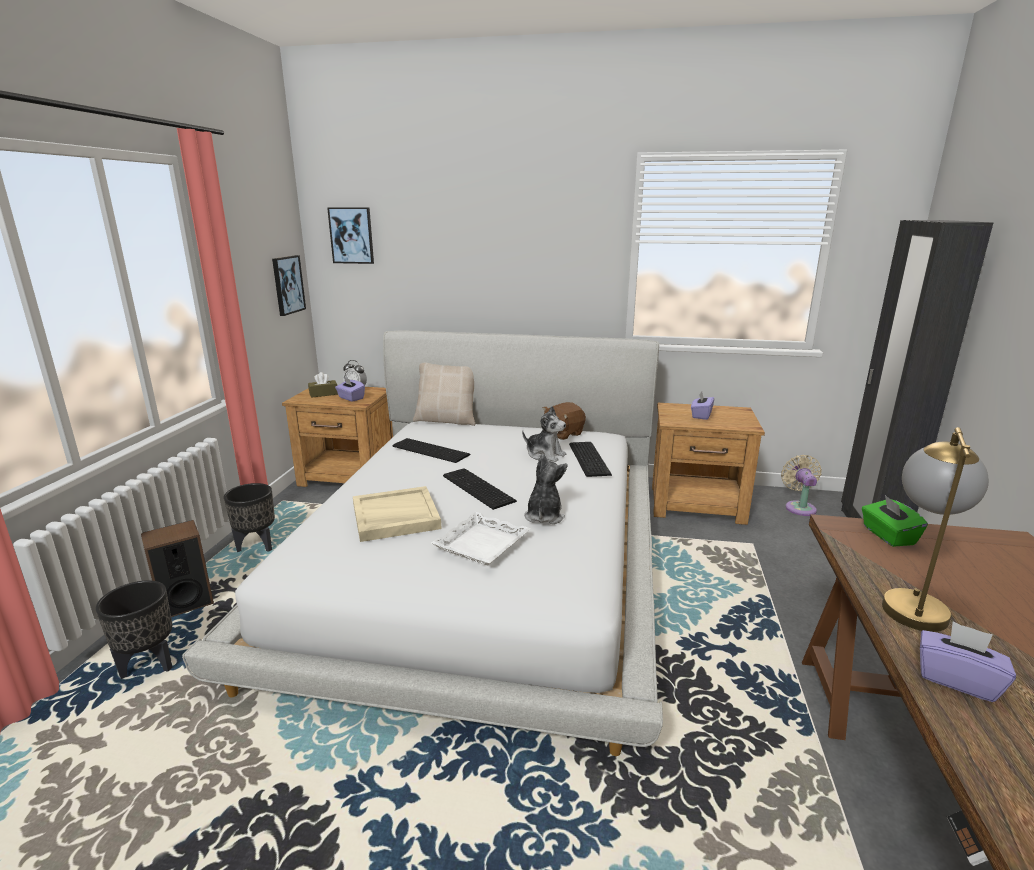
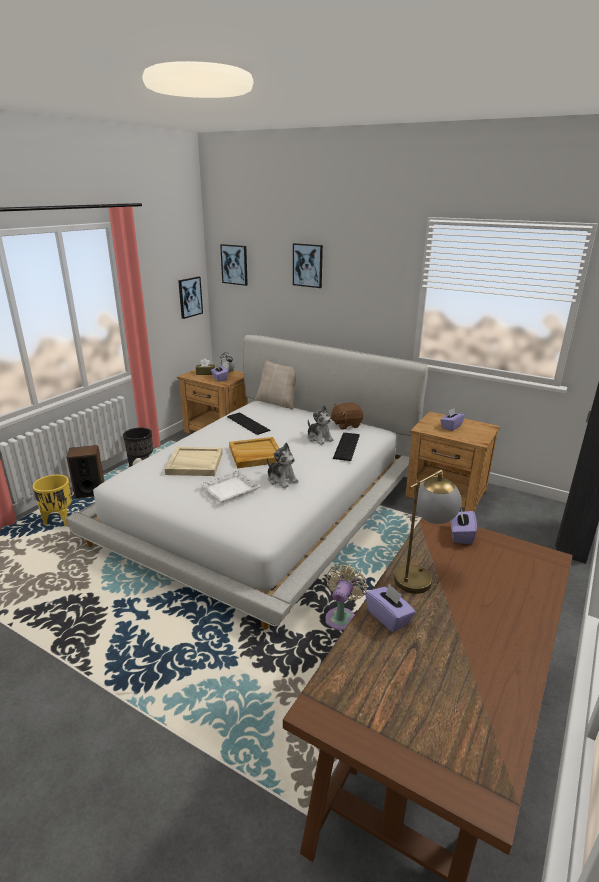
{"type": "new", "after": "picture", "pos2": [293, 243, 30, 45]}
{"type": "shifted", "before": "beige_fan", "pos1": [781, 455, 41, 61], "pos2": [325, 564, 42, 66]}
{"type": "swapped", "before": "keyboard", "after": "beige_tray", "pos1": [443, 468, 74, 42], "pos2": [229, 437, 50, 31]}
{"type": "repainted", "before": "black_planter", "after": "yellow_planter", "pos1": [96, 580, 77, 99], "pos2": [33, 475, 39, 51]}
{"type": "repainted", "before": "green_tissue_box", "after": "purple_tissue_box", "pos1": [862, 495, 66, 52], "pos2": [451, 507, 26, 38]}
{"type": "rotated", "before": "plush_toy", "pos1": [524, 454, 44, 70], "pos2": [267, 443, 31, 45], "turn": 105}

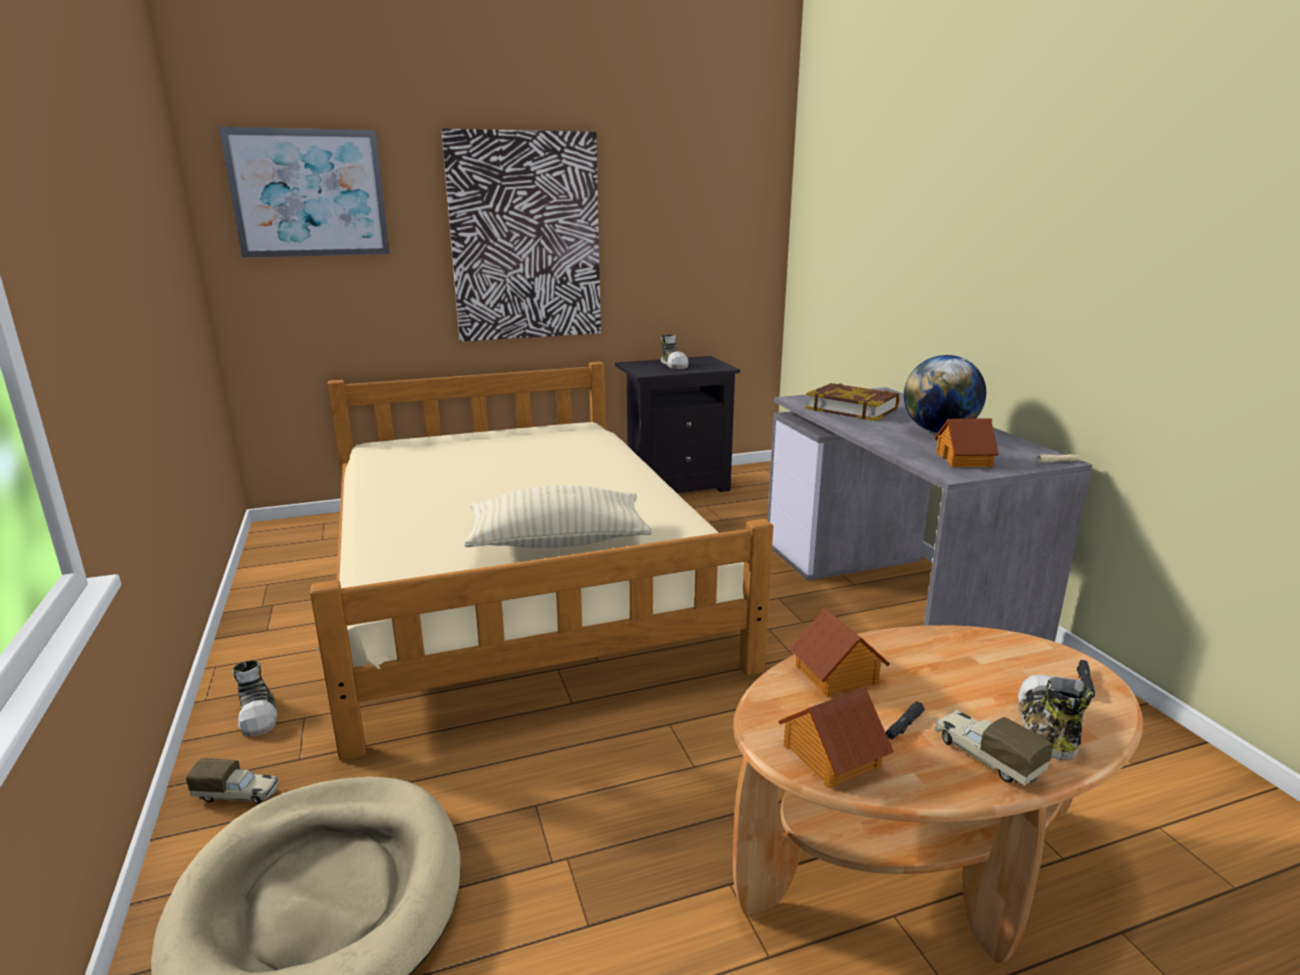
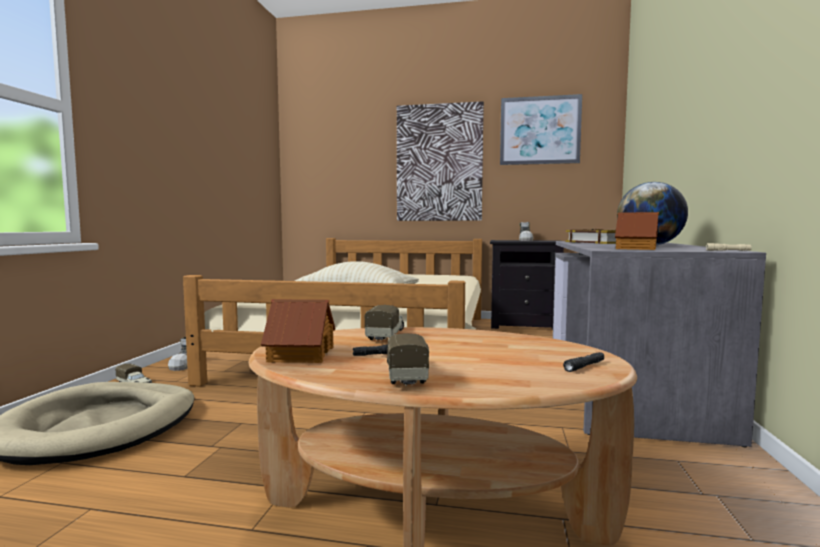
{"type": "gone", "before": "shoe", "pos1": [1018, 675, 75, 85]}
{"type": "shifted", "before": "picture", "pos1": [219, 127, 171, 131], "pos2": [500, 94, 82, 71]}
{"type": "swapped", "before": "toy_house", "after": "toy_truck", "pos1": [789, 607, 101, 90], "pos2": [364, 305, 40, 36]}

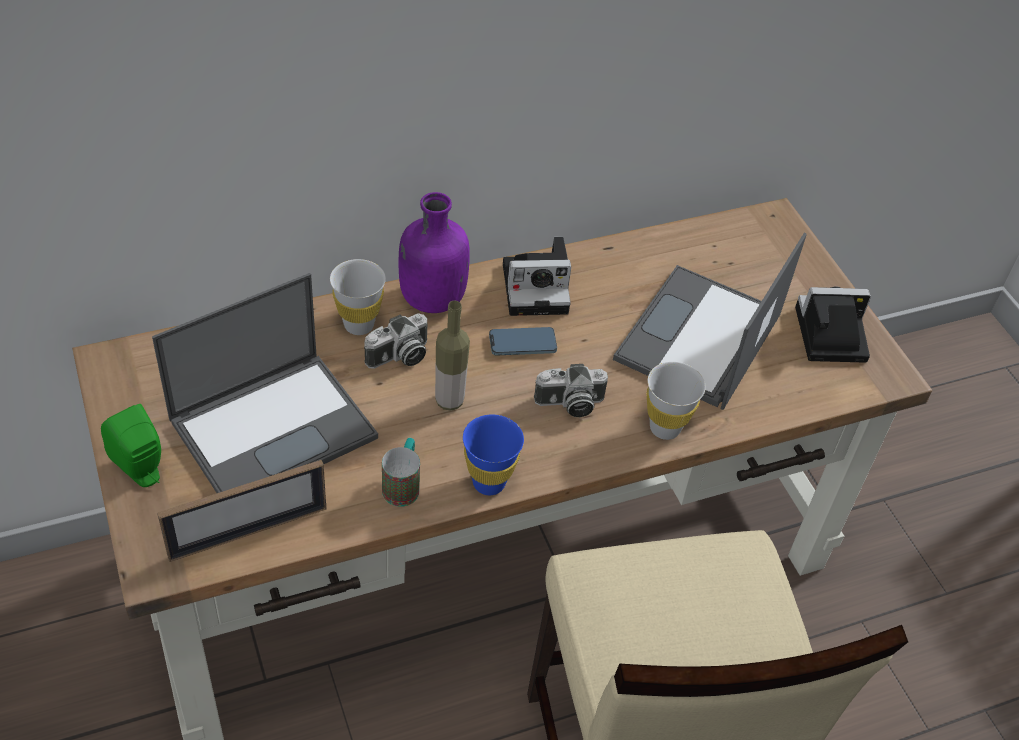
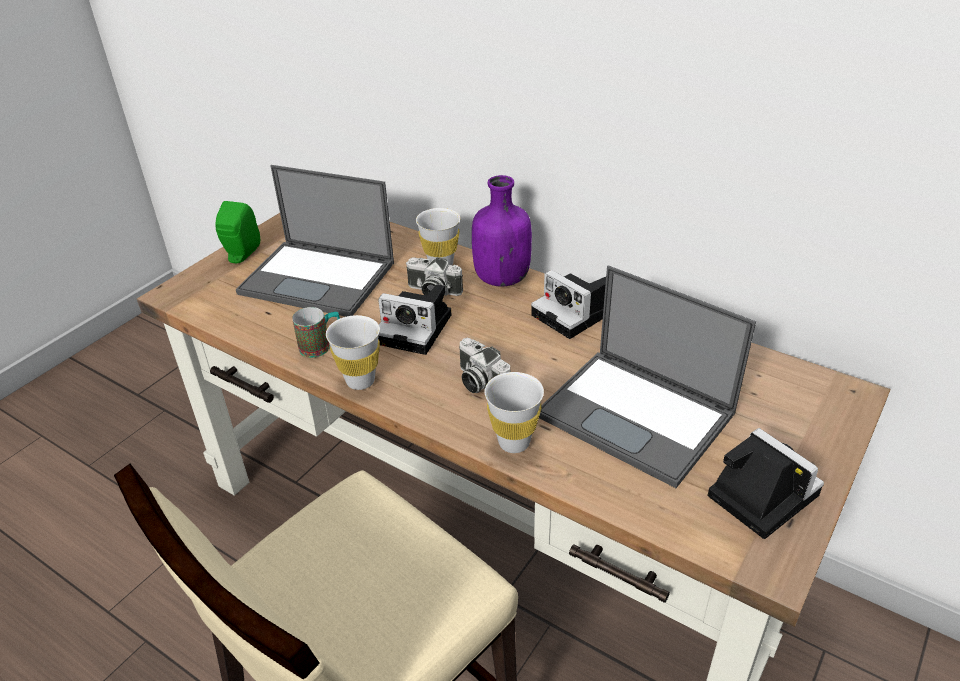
{"type": "gone", "before": "picture_frame", "pos1": [157, 460, 169, 102]}
{"type": "gone", "before": "phone", "pos1": [489, 327, 68, 29]}
{"type": "swapped", "before": "bottle", "after": "photo_camera", "pos1": [435, 300, 35, 111], "pos2": [378, 284, 74, 71]}
{"type": "repainted", "before": "blue_cup", "after": "white_cup", "pos1": [463, 415, 61, 80], "pos2": [326, 315, 54, 75]}
{"type": "rotated", "before": "laptop", "pos1": [613, 233, 194, 177], "pos2": [539, 265, 217, 223], "turn": -135}

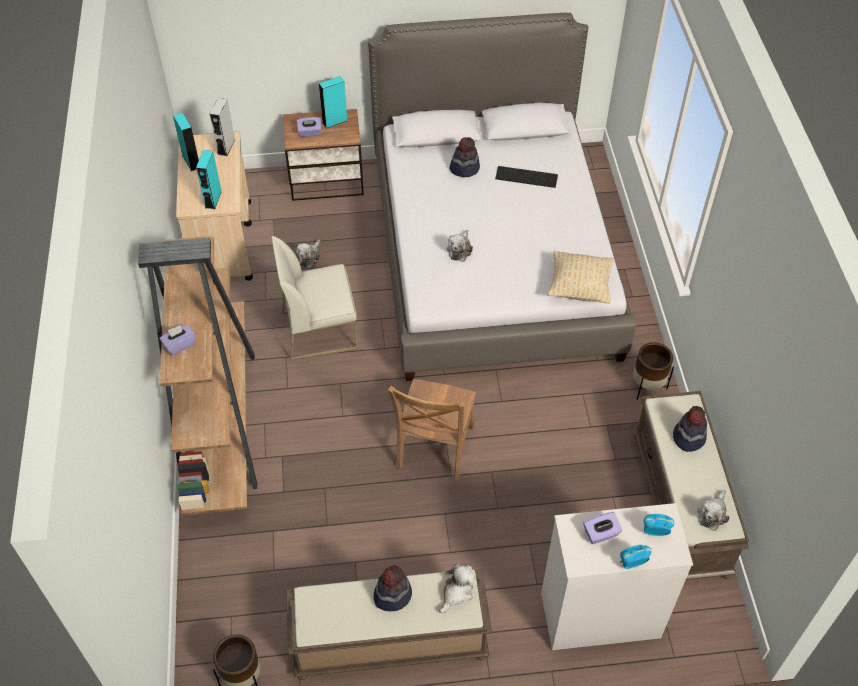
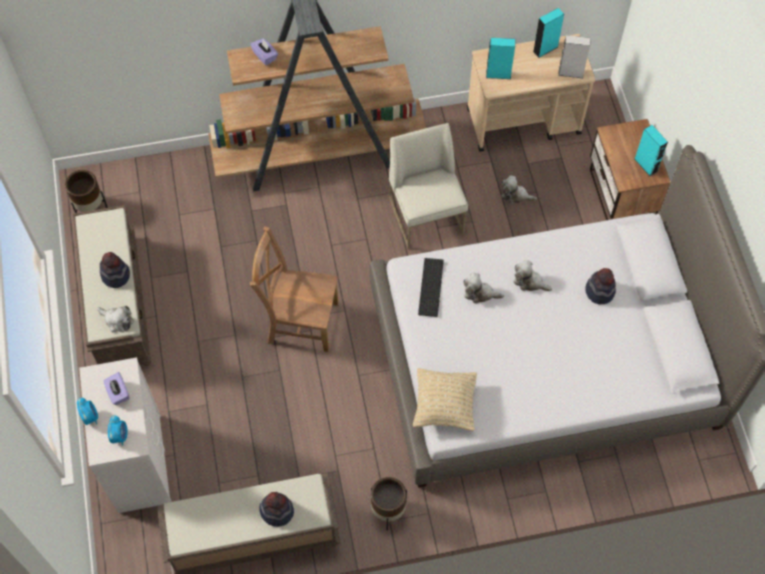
{"type": "gone", "before": "purple_tissue_box", "pos1": [297, 117, 25, 20]}
{"type": "shifted", "before": "keyboard", "pos1": [495, 166, 63, 22], "pos2": [418, 258, 26, 59]}
{"type": "shifted", "before": "plush_toy", "pos1": [697, 490, 33, 41], "pos2": [514, 260, 38, 31]}

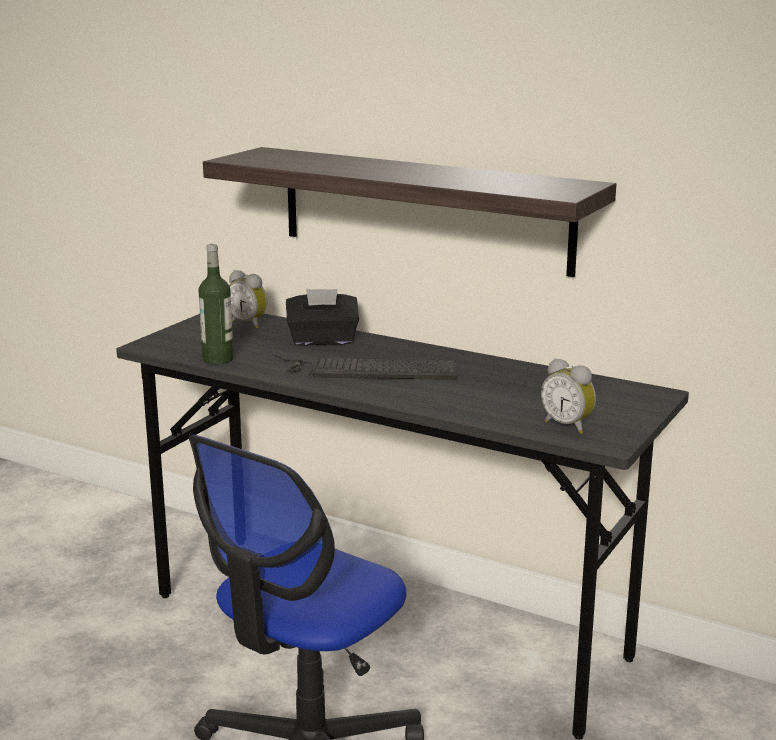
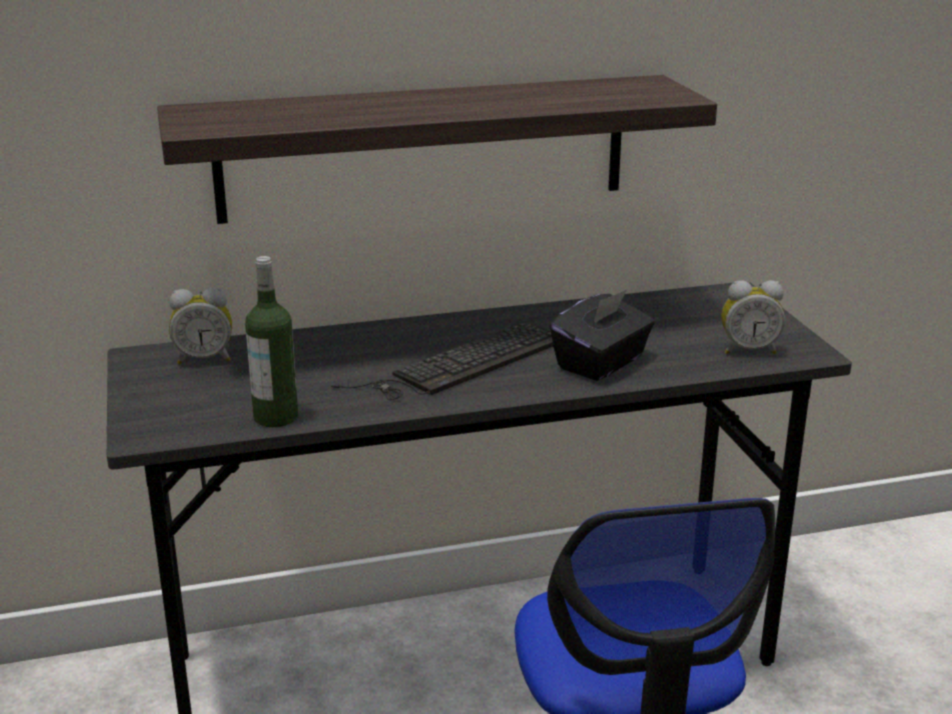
{"type": "shifted", "before": "black_tissue_box", "pos1": [286, 289, 73, 57], "pos2": [550, 289, 105, 92]}

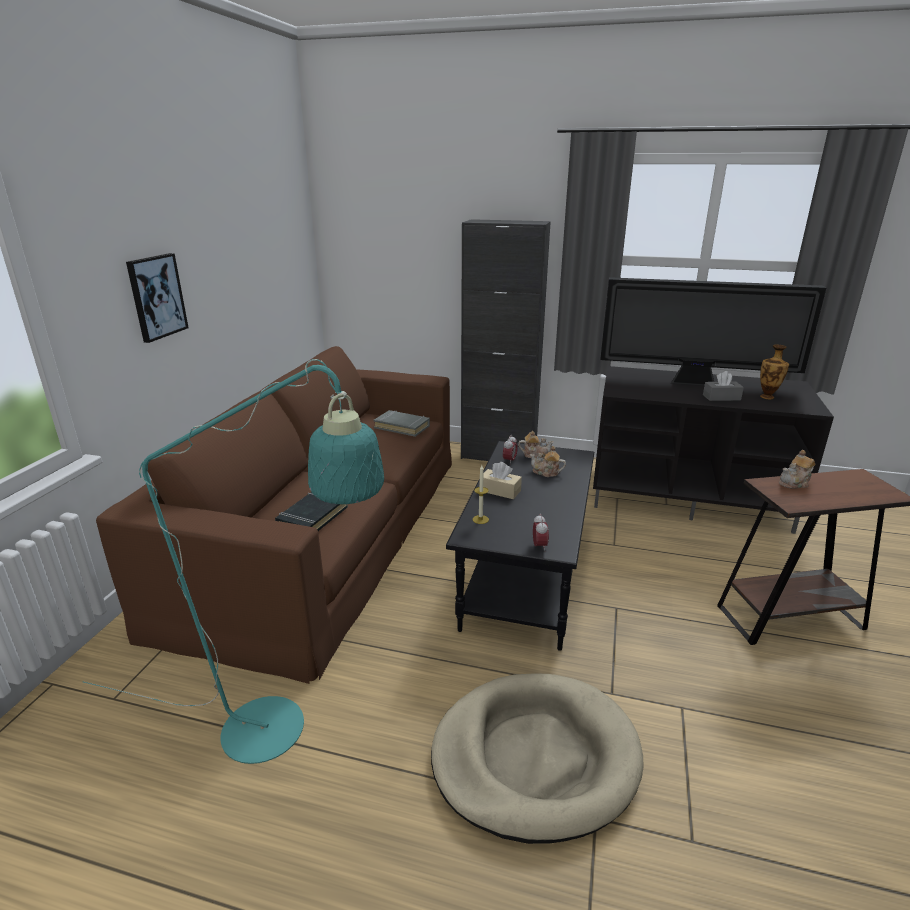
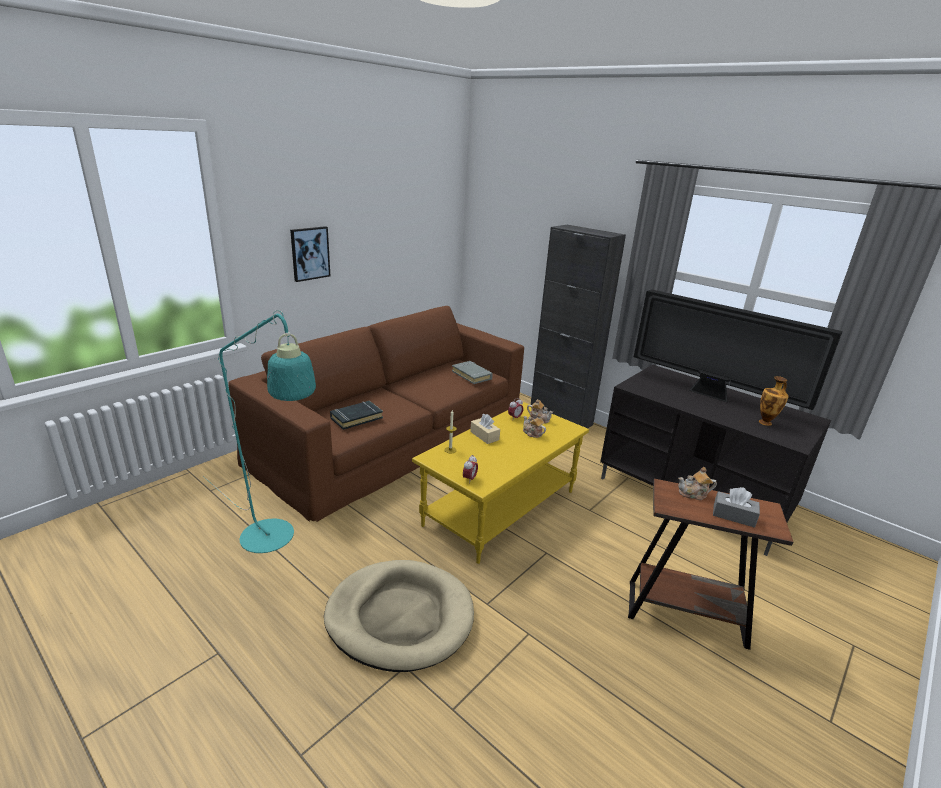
{"type": "shifted", "before": "grey_tissue_box", "pos1": [703, 371, 41, 30], "pos2": [713, 487, 47, 41]}
{"type": "repainted", "before": "black_coffee_table", "after": "yellow_coffee_table", "pos1": [446, 441, 148, 210], "pos2": [412, 402, 177, 162]}

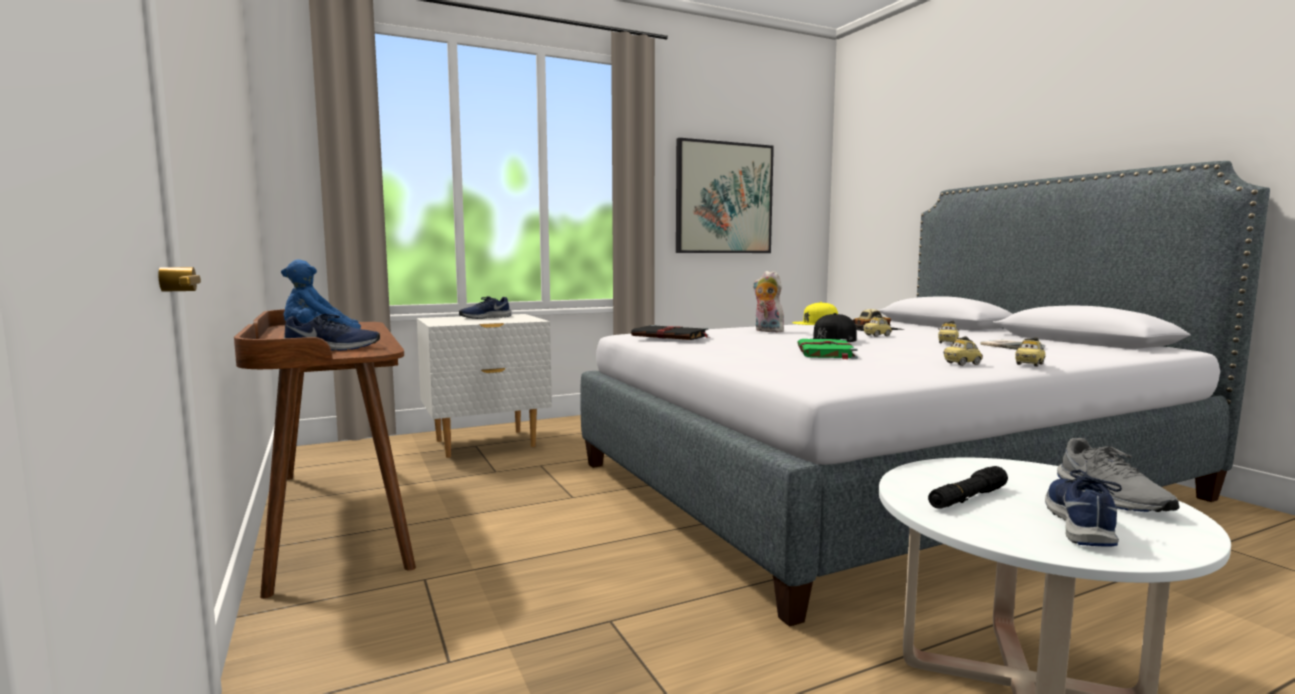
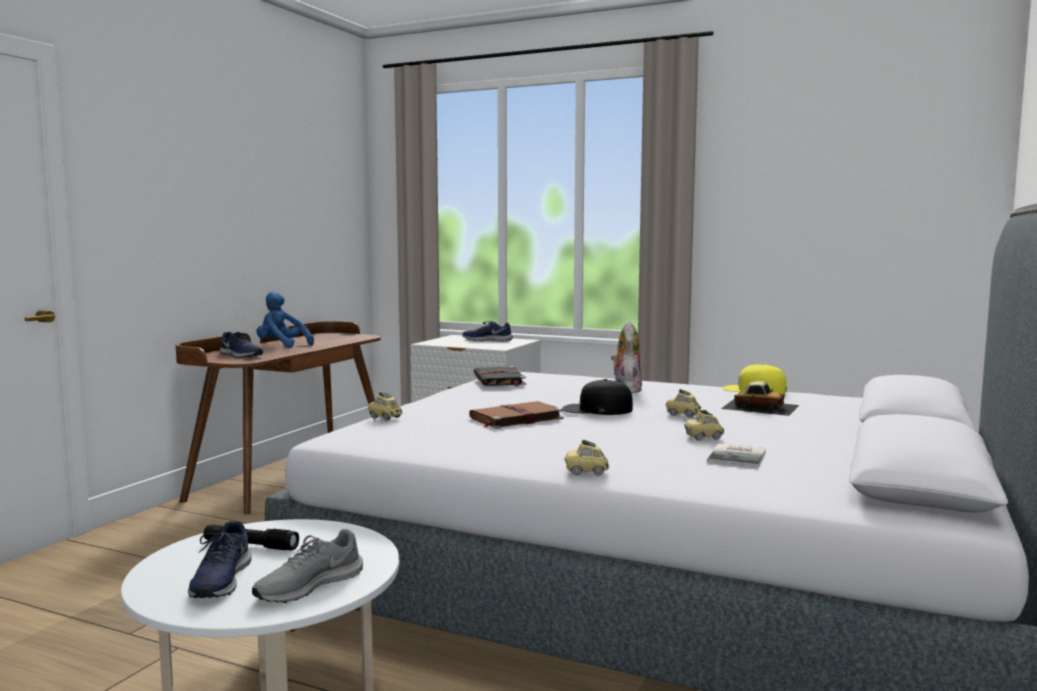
{"type": "gone", "before": "picture", "pos1": [676, 138, 98, 115]}
{"type": "shifted", "before": "toy_car", "pos1": [943, 336, 40, 30], "pos2": [368, 392, 34, 29]}
{"type": "repainted", "before": "green_book", "after": "brown_book", "pos1": [797, 339, 61, 21], "pos2": [469, 401, 95, 28]}
{"type": "rotated", "before": "blue_shoe", "pos1": [1045, 470, 77, 77], "pos2": [188, 521, 64, 77], "turn": 105}

